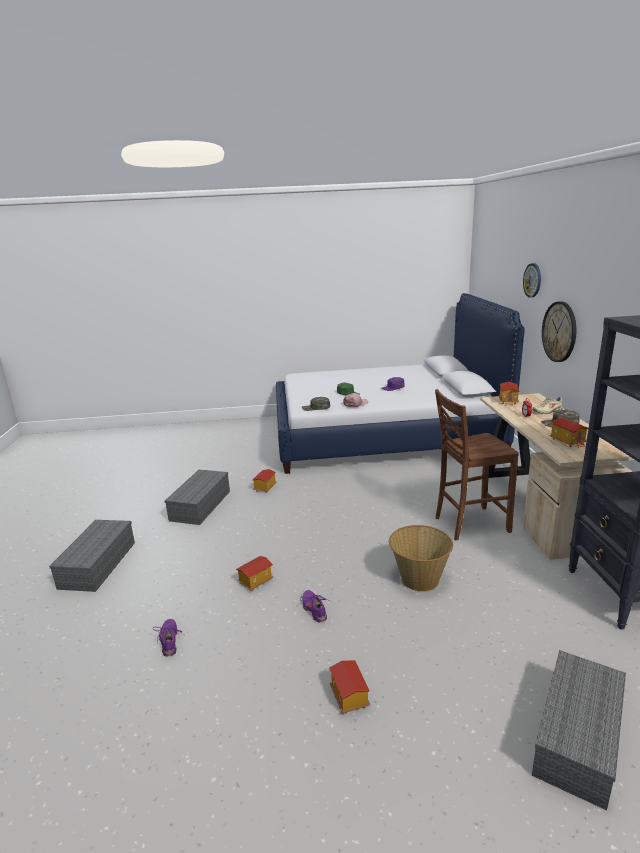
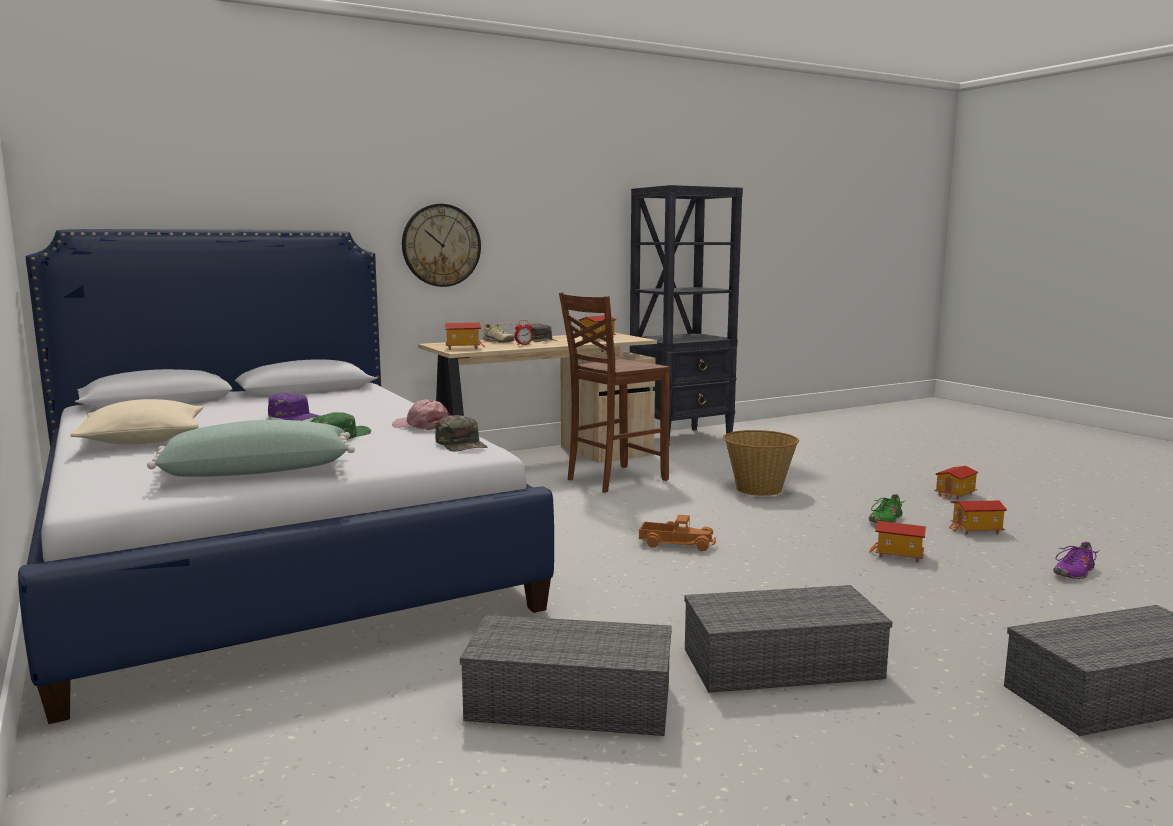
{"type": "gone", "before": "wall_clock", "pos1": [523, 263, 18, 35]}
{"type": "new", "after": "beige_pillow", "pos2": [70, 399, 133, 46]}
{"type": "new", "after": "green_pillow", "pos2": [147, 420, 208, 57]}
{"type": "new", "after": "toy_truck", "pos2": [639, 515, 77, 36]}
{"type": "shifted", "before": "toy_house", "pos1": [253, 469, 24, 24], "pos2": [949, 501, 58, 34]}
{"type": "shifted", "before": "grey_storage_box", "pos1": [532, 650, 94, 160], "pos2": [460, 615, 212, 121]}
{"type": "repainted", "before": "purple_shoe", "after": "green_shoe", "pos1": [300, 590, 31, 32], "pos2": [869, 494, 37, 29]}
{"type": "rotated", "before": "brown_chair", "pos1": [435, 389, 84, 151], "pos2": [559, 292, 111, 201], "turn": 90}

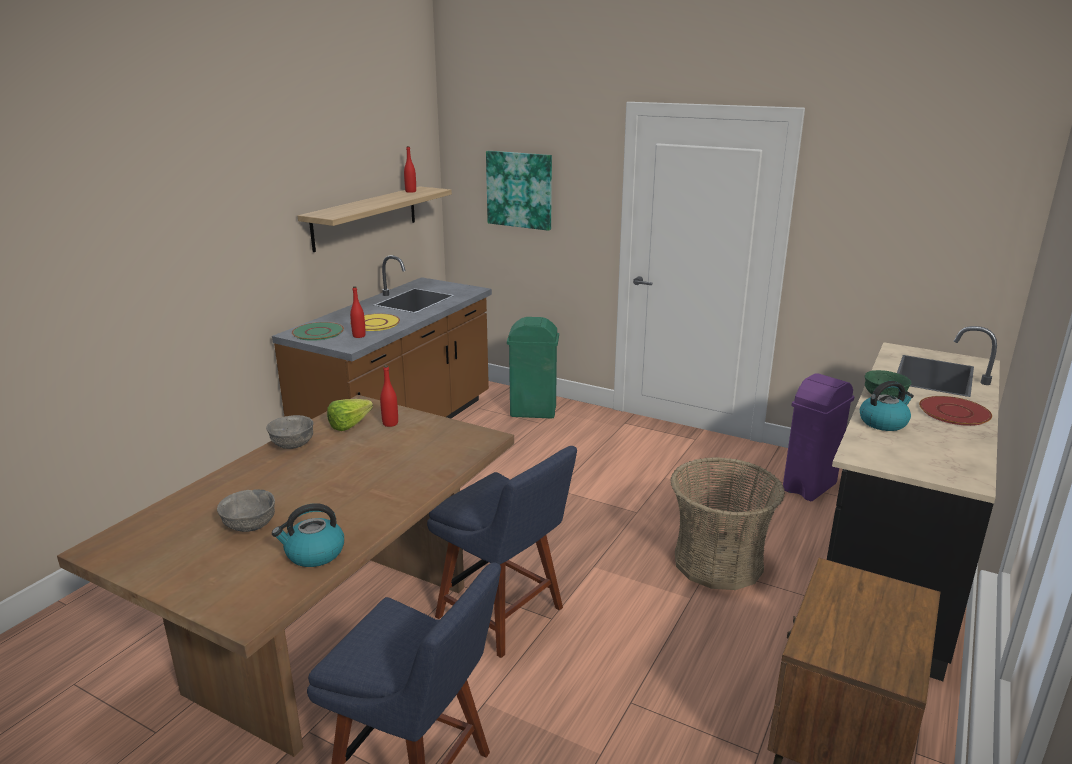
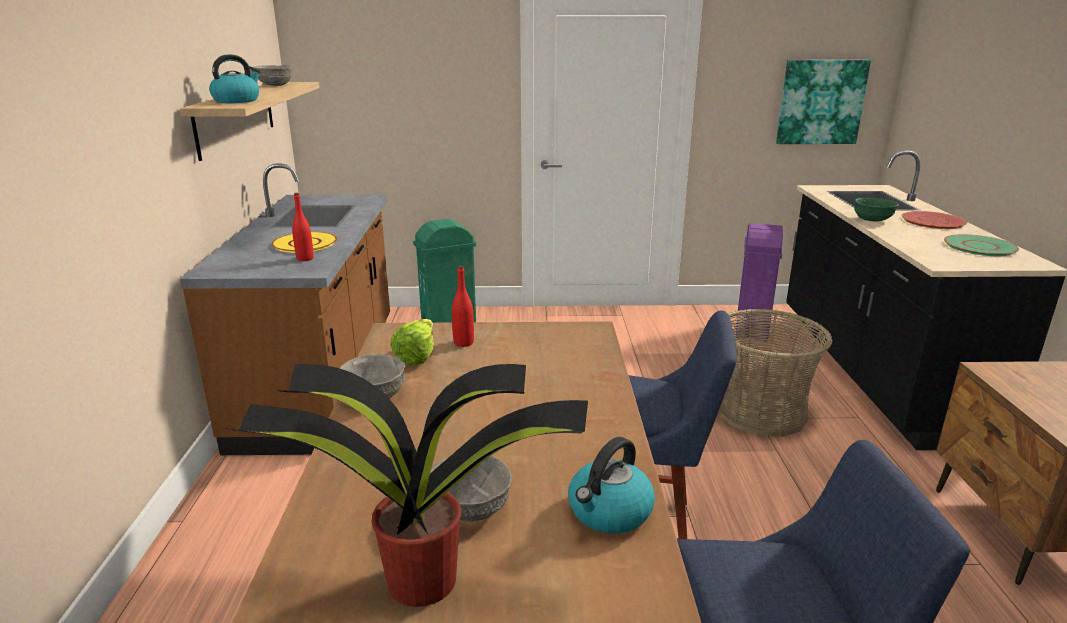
{"type": "new", "after": "potted_plant", "pos2": [224, 364, 364, 243]}
{"type": "shifted", "before": "green_plate", "pos1": [292, 322, 52, 19], "pos2": [944, 234, 75, 22]}
{"type": "shifted", "before": "picture", "pos1": [486, 151, 66, 80], "pos2": [776, 60, 95, 84]}
{"type": "shifted", "before": "kettle", "pos1": [860, 381, 54, 50], "pos2": [209, 54, 52, 49]}
{"type": "swapped", "before": "red_bottle", "after": "grey_bowl", "pos1": [404, 146, 12, 47], "pos2": [253, 65, 39, 21]}

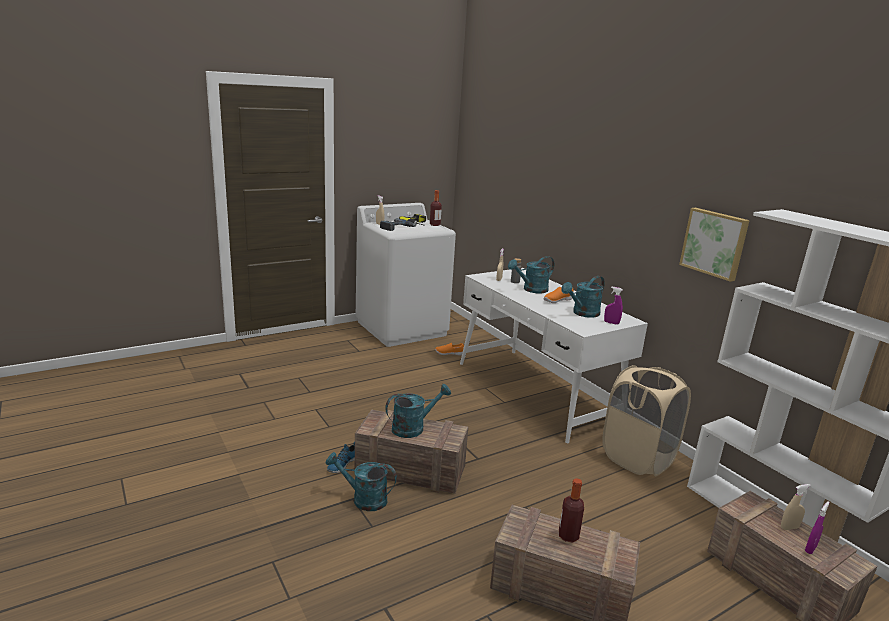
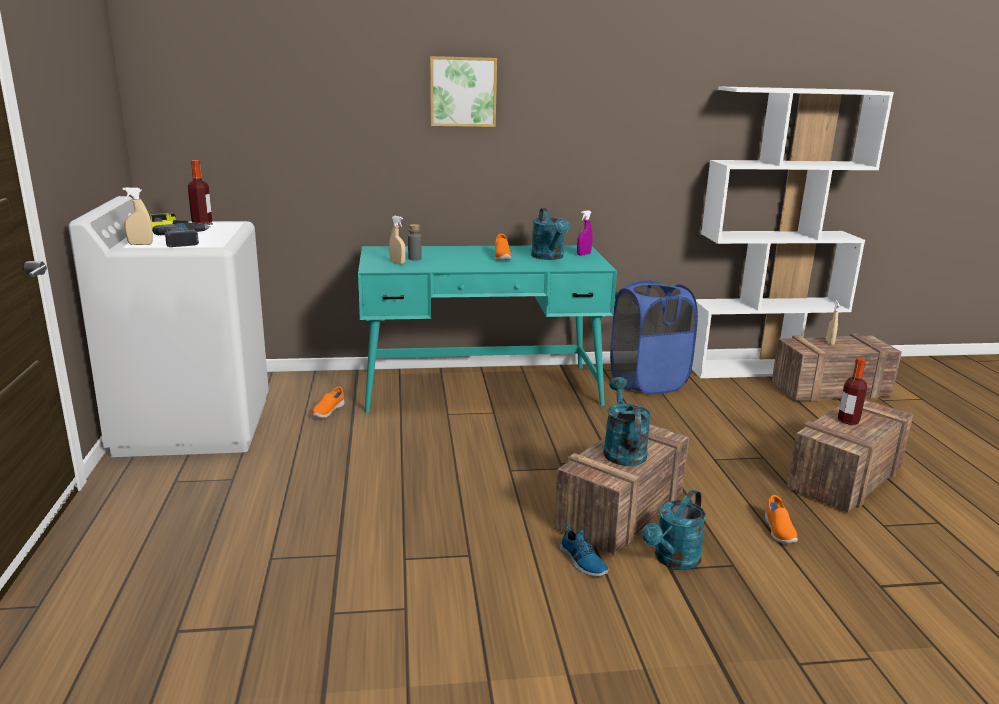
{"type": "gone", "before": "turquoise_watering_can", "pos1": [508, 256, 46, 37]}
{"type": "gone", "before": "purple_spray_bottle", "pos1": [805, 501, 25, 53]}
{"type": "new", "after": "orange_shoe", "pos2": [765, 495, 33, 49]}
{"type": "shifted", "before": "picture", "pos1": [679, 208, 71, 74], "pos2": [430, 56, 67, 71]}
{"type": "repainted", "before": "white_desk", "after": "turquoise_desk", "pos1": [460, 268, 188, 175], "pos2": [358, 245, 259, 168]}
{"type": "repainted", "before": "beige_laundry_basket", "after": "blue_laundry_basket", "pos1": [602, 365, 89, 111], "pos2": [610, 280, 88, 114]}

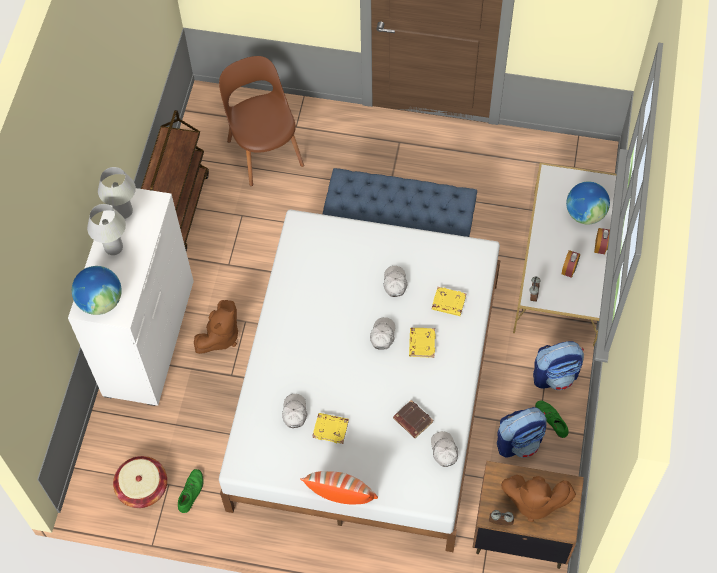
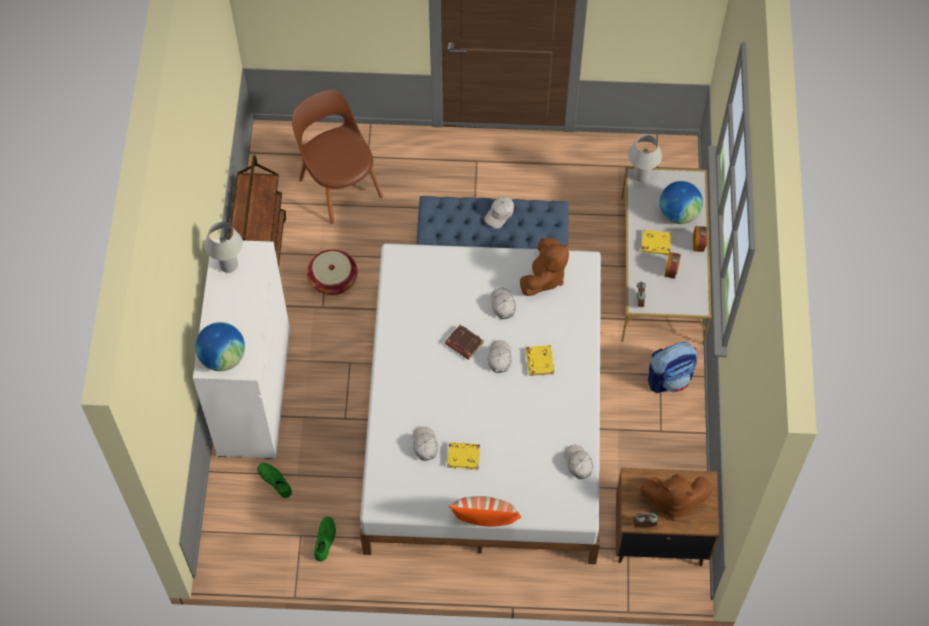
{"type": "gone", "before": "backpack", "pos1": [497, 407, 50, 51]}
{"type": "new", "after": "white_cap", "pos2": [484, 197, 30, 32]}
{"type": "shifted", "before": "white_table_lamp", "pos1": [87, 204, 39, 51], "pos2": [628, 135, 34, 47]}
{"type": "shifted", "before": "basket", "pos1": [113, 456, 54, 52], "pos2": [307, 249, 50, 46]}
{"type": "shifted", "before": "brown_plush_toy", "pos1": [194, 300, 44, 54], "pos2": [520, 237, 49, 59]}
{"type": "shifted", "before": "brown_book", "pos1": [393, 400, 40, 38], "pos2": [445, 325, 39, 35]}
{"type": "shifted", "before": "yellow_book", "pos1": [432, 287, 35, 29], "pos2": [641, 230, 31, 25]}
{"type": "shifted", "before": "green_shoe", "pos1": [535, 400, 34, 38], "pos2": [257, 463, 35, 35]}

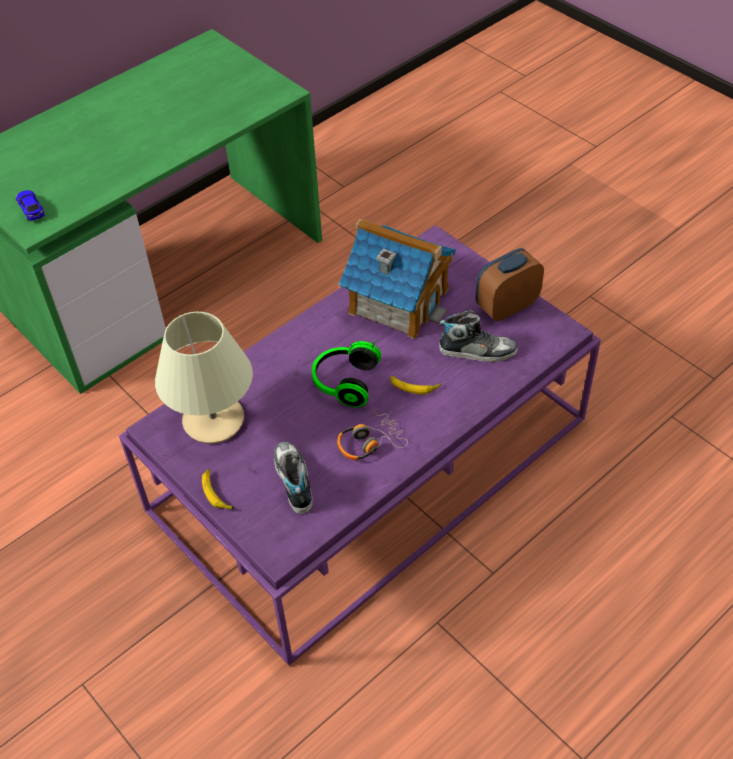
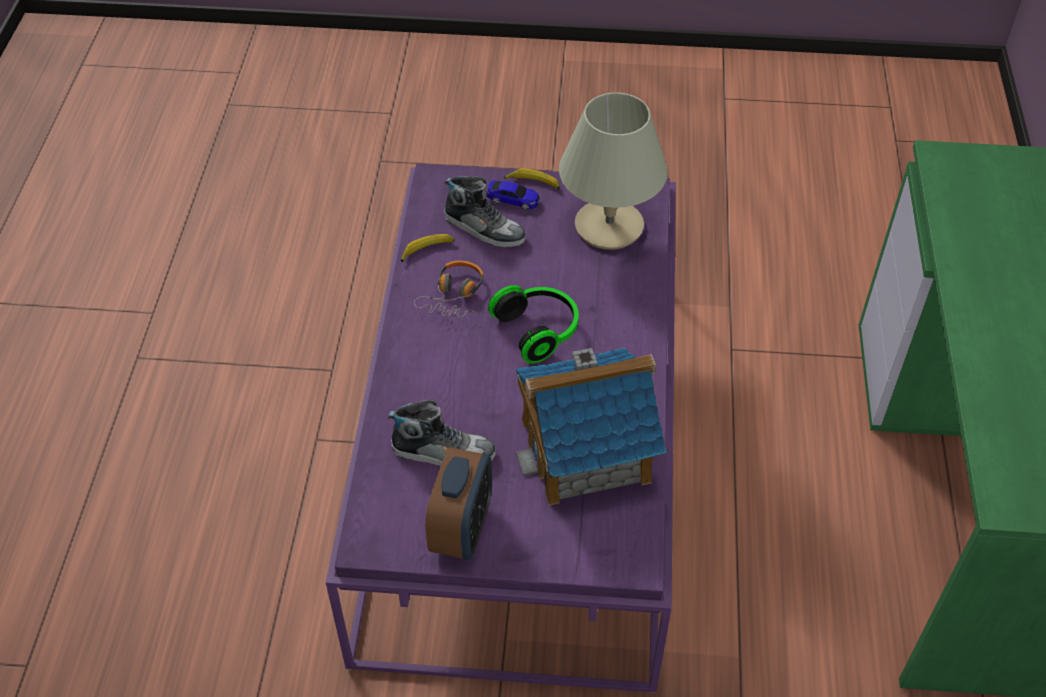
{"type": "shifted", "before": "toy_car", "pos1": [16, 190, 28, 31], "pos2": [486, 180, 54, 30]}
{"type": "shifted", "before": "banana", "pos1": [390, 375, 51, 19], "pos2": [401, 234, 54, 28]}
{"type": "rotated", "before": "shoe", "pos1": [439, 310, 78, 52], "pos2": [388, 399, 108, 67], "turn": -135}

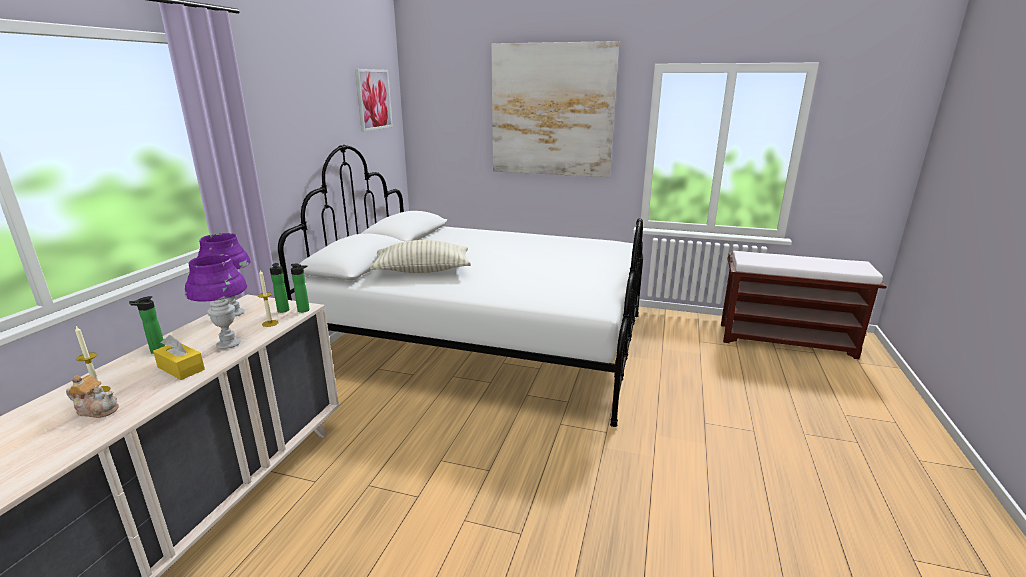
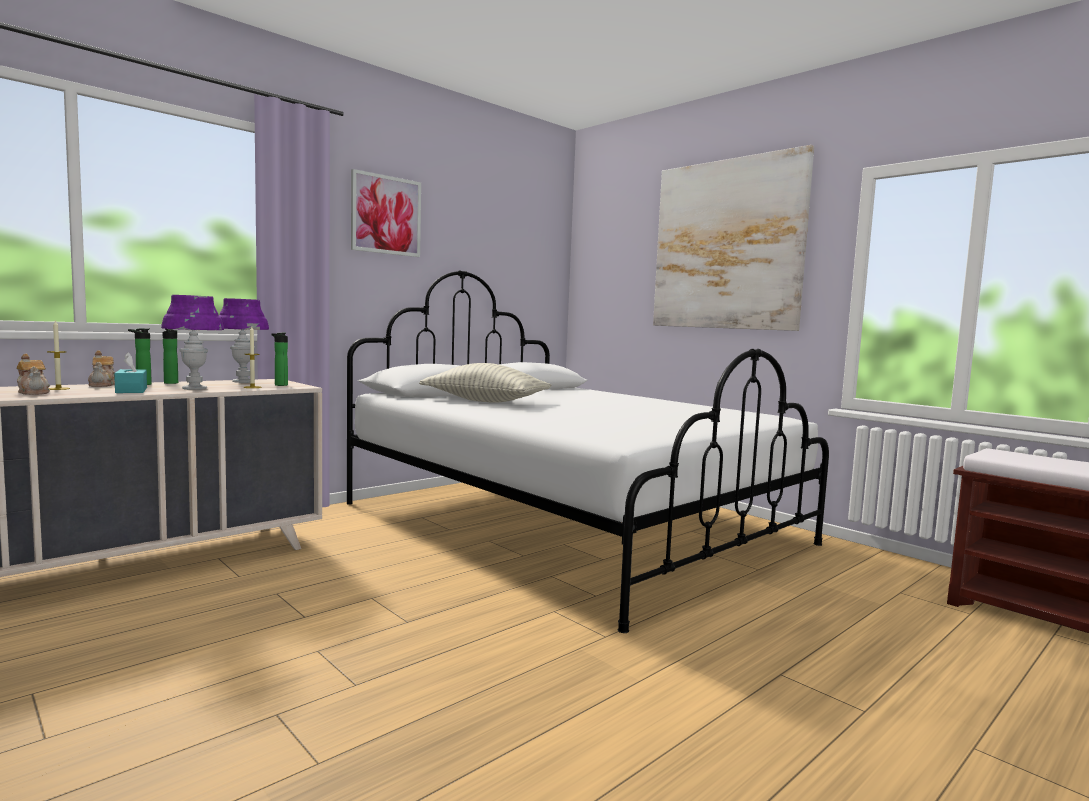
{"type": "new", "after": "teapot", "pos2": [88, 350, 27, 37]}
{"type": "shifted", "before": "bottle", "pos1": [291, 264, 19, 49], "pos2": [163, 329, 15, 55]}
{"type": "shifted", "before": "picture", "pos1": [355, 69, 38, 63], "pos2": [351, 169, 70, 88]}
{"type": "repainted", "before": "yellow_tissue_box", "after": "turquoise_tissue_box", "pos1": [153, 335, 52, 45], "pos2": [114, 352, 33, 41]}

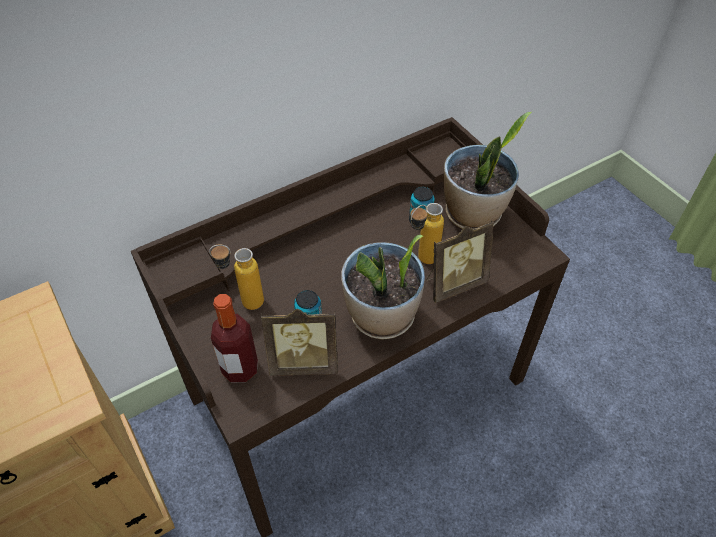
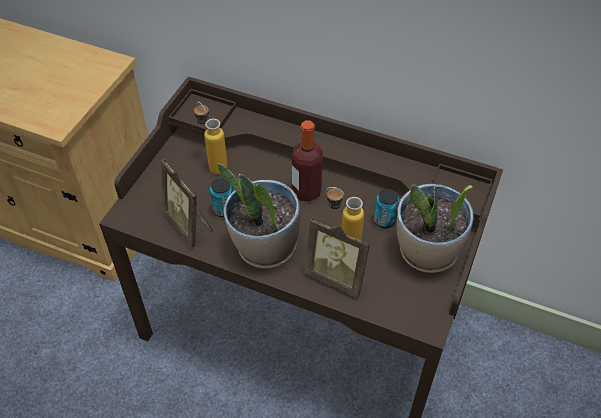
{"type": "shifted", "before": "bottle", "pos1": [211, 294, 47, 88], "pos2": [292, 120, 31, 82]}

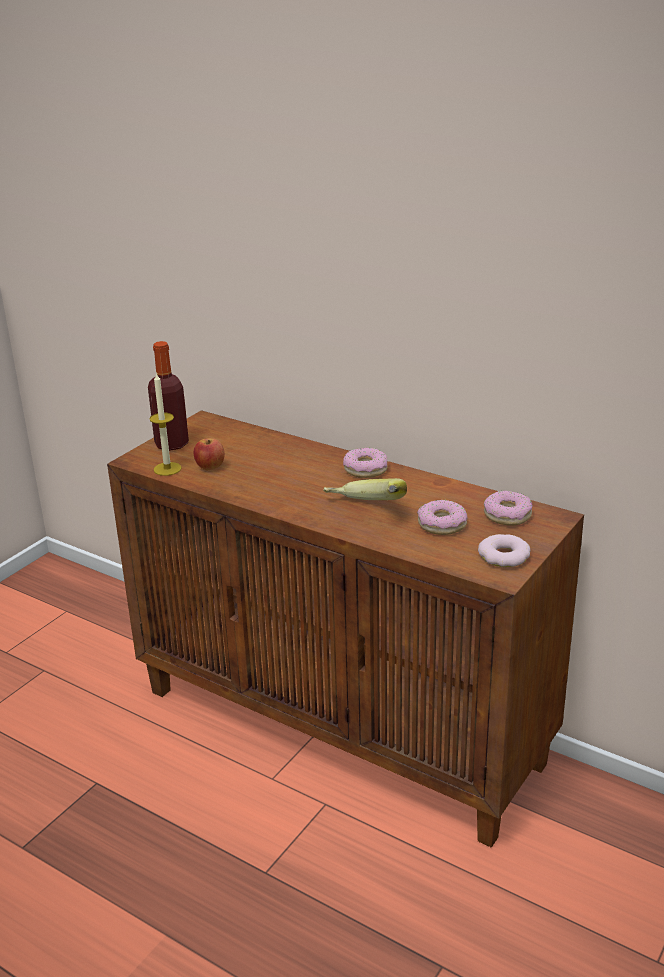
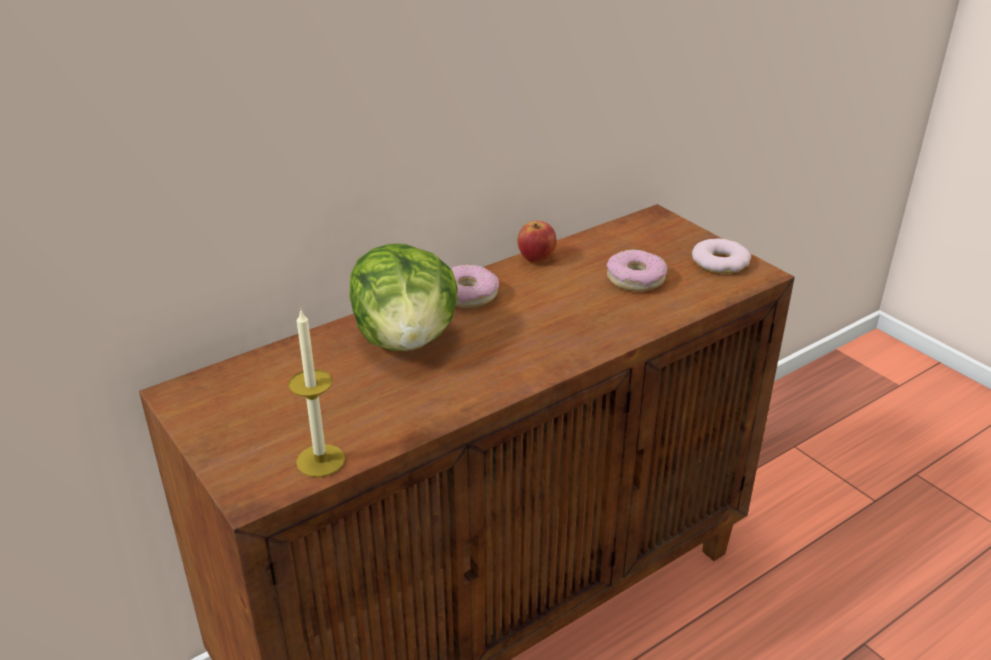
{"type": "gone", "before": "bottle", "pos1": [148, 341, 41, 110]}
{"type": "gone", "before": "banana", "pos1": [323, 478, 84, 22]}
{"type": "gone", "before": "donut", "pos1": [484, 491, 49, 35]}
{"type": "new", "after": "lettuce", "pos2": [350, 243, 108, 108]}
{"type": "shifted", "before": "apple", "pos1": [194, 438, 31, 32], "pos2": [518, 221, 39, 42]}

